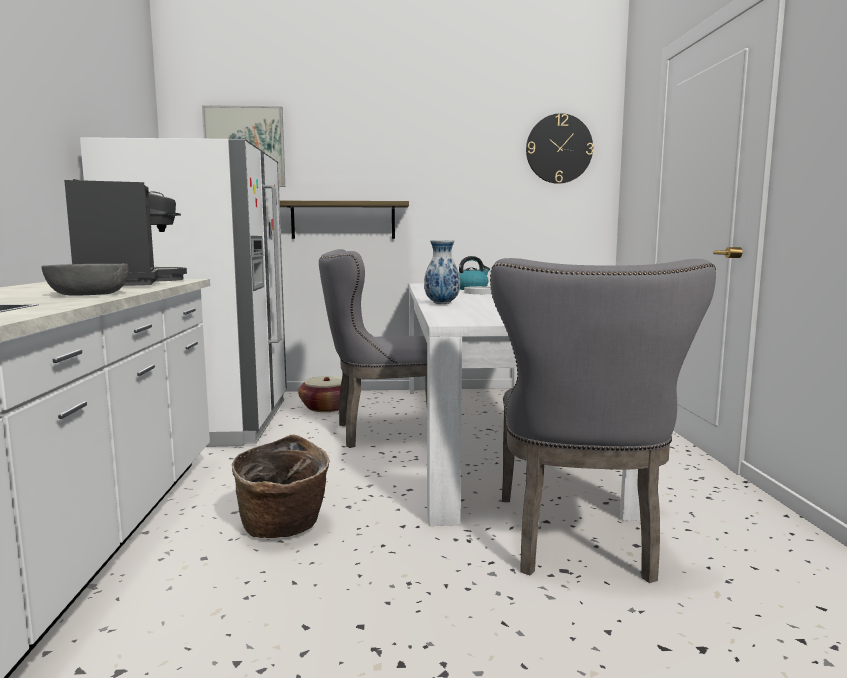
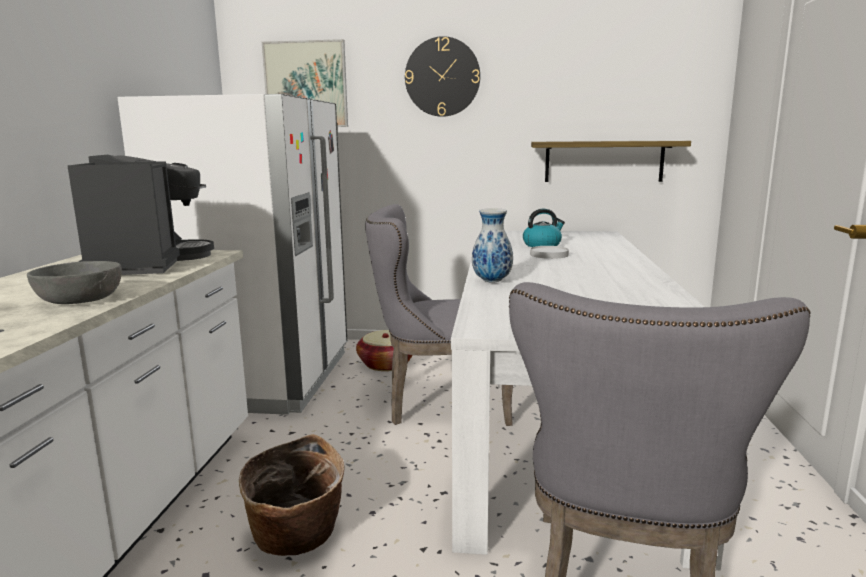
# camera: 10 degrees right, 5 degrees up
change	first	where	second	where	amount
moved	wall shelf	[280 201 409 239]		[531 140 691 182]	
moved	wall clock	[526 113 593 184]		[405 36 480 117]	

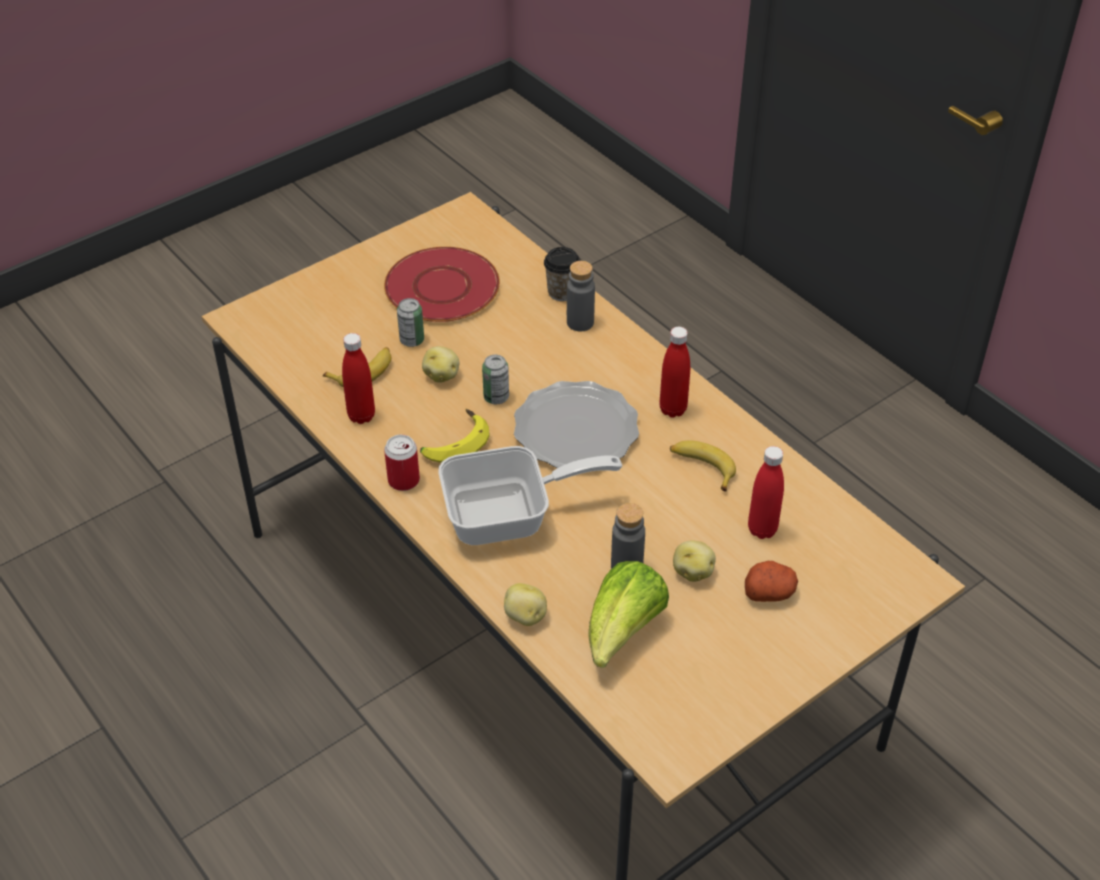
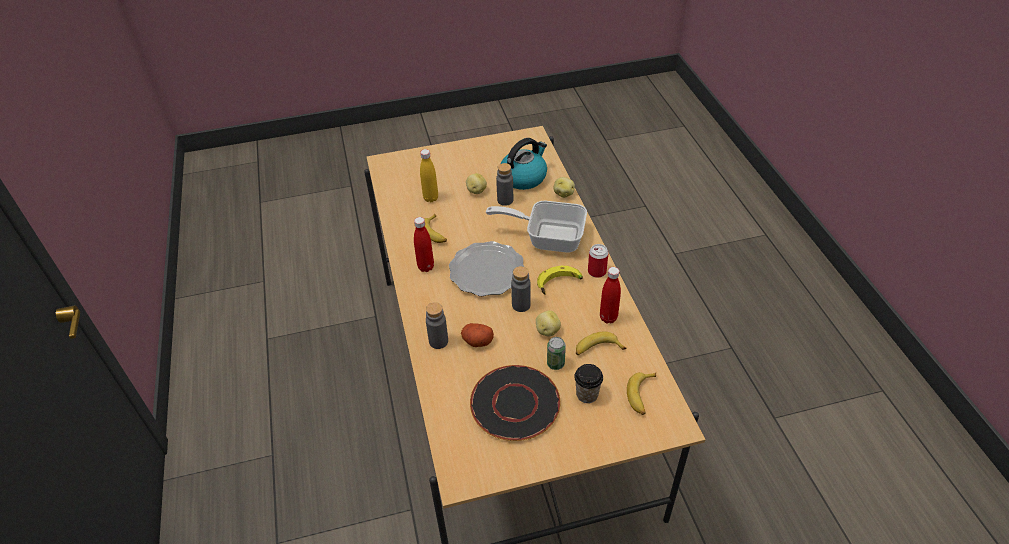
# camera: 155 degrees left, 0 degrees up
change	first	where	second	where	amount
recoloured	reddish plate	[384 247 500 322]	black plate	[470 365 560 441]	
replaced	can	[482 355 509 404]	gray beverage bottle	[511 266 531 312]	
moved	small cup	[544 247 580 301]		[574 364 603 403]	
replaced	lettuce head	[589 561 669 668]	tea kettle	[501 138 547 190]	
moved	spud	[745 561 798 602]		[461 323 494 347]	
recoloured	reddish beverage bottle	[748 446 784 539]	yellow beverage bottle	[420 149 438 202]	
added			banana fruit	[627 372 656 415]	

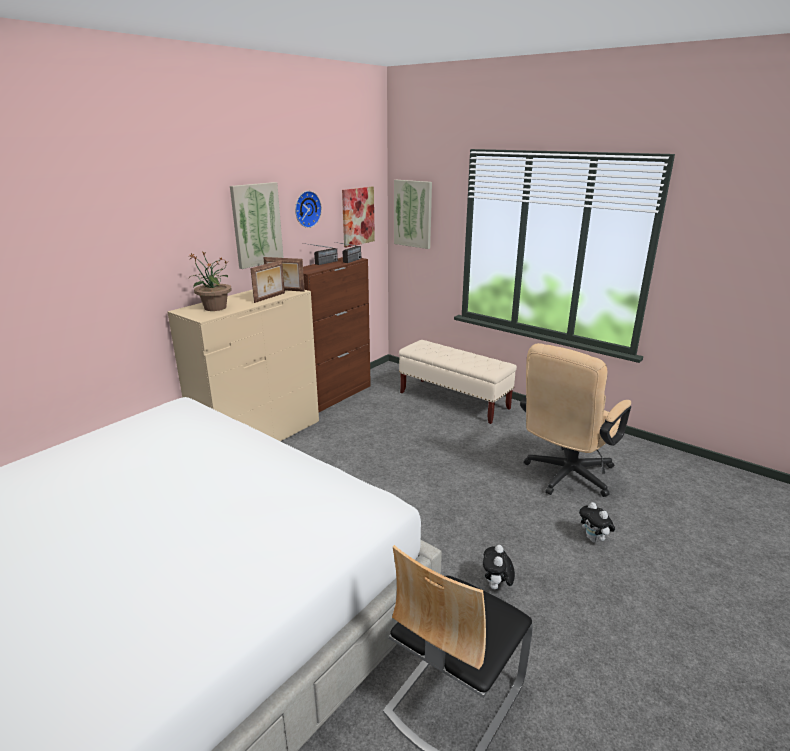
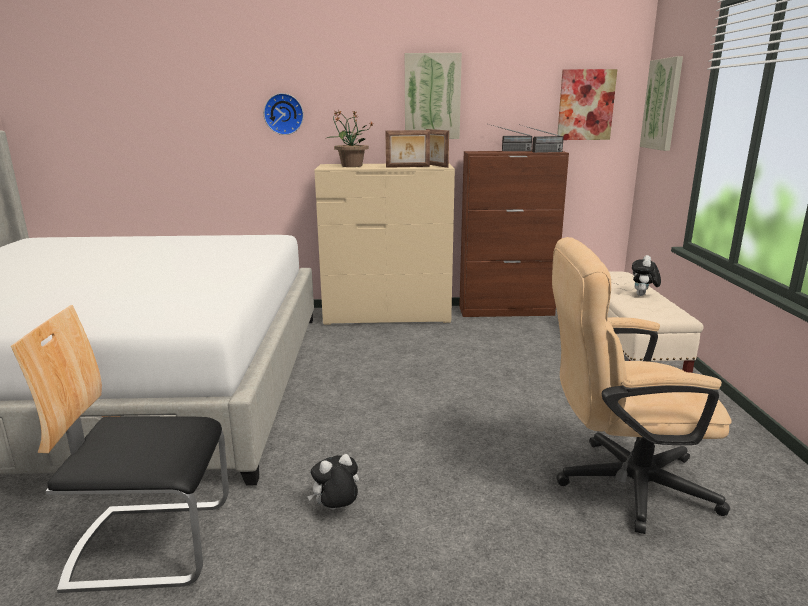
# camera: 50 degrees right, 5 degrees down
change	first	where	second	where	amount
moved	wall clock	[295 191 322 228]		[264 93 304 135]	
moved	cuddly toy	[579 502 615 542]		[632 255 661 296]	

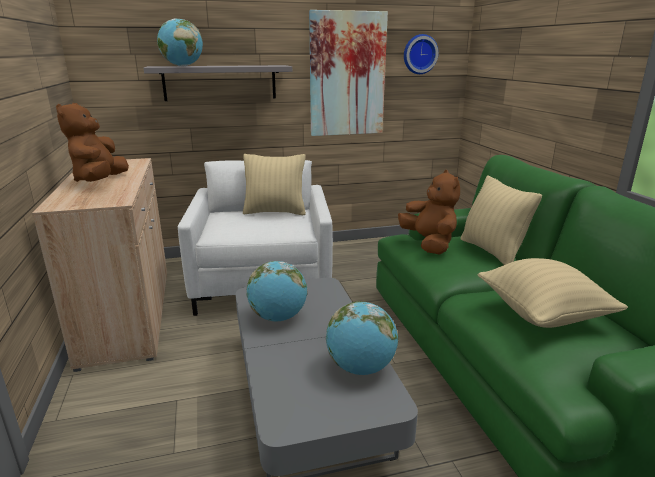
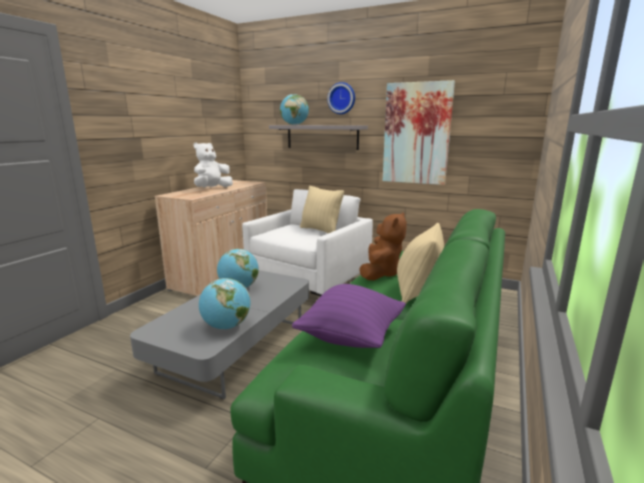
# camera: 40 degrees right, 5 degrees down
change	first	where	second	where	amount
recoloured	brownish cuddly toy	[56 103 129 182]	white cuddly toy	[193 143 233 188]	
moved	wall clock	[404 34 439 74]		[327 82 355 114]	
recoloured	sand-coloured pillow	[478 258 628 328]	purplish pillow	[292 284 406 348]	

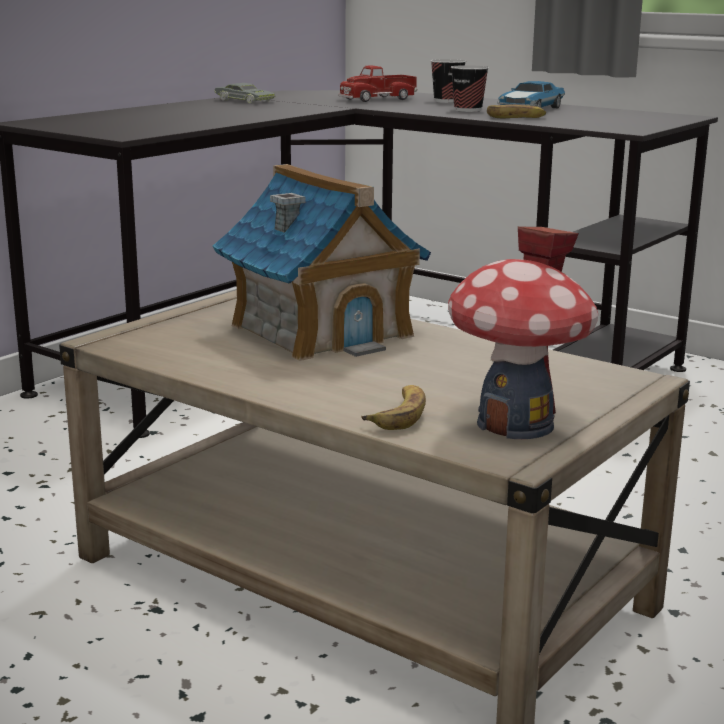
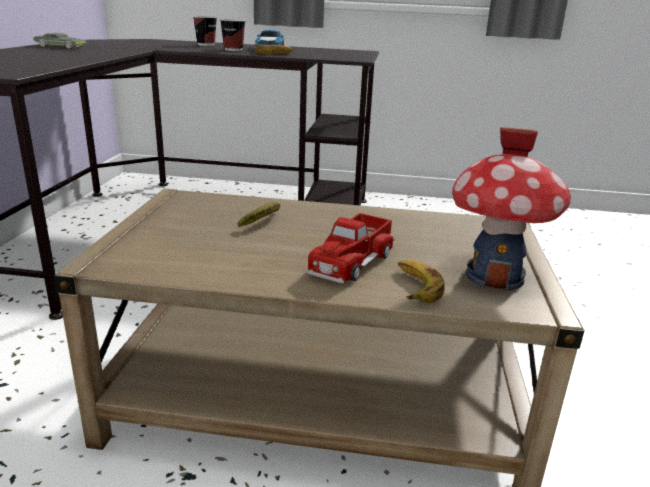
# camera: 30 degrees left, 5 degrees up
change	first	where	second	where	amount
replaced	toy house	[212 164 431 361]	banana fruit	[238 202 280 227]	
moved	toy lorry	[338 65 417 102]		[306 213 395 283]	

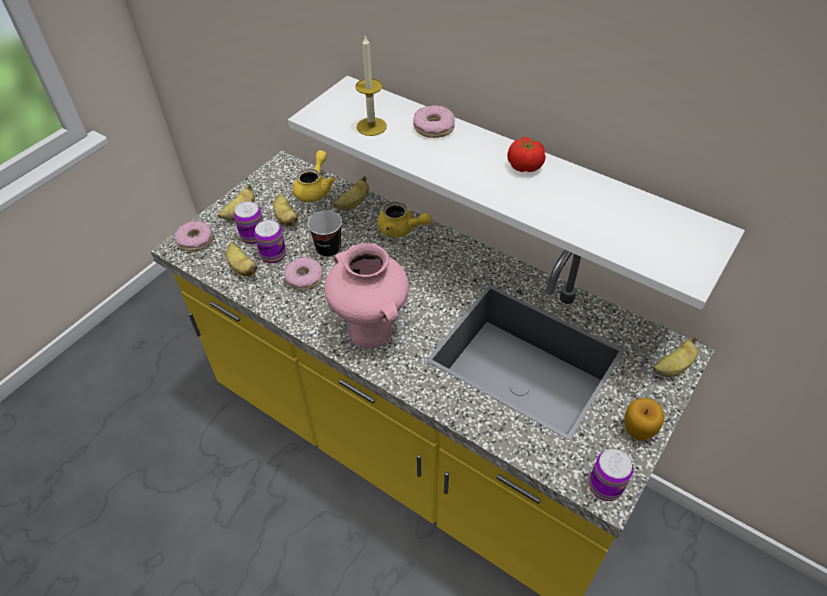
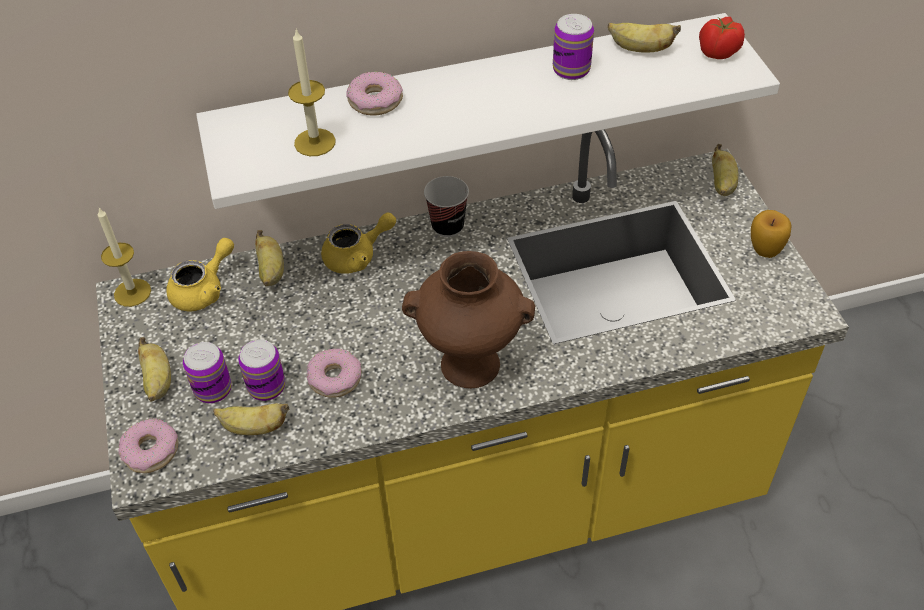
# camera: 50 degrees left, 0 degrees up
change	first	where	second	where	amount
moved	banana fruit	[273 193 298 227]		[608 22 681 53]	
turned	yellow tea pot	[292 150 335 202]		[166 238 234 311]	75 degrees clockwise
moved	small cup	[307 211 342 258]		[424 176 469 237]	
recoloured	pink vase	[324 243 409 348]	brownish vase	[402 251 535 389]	
moved	fresh tomato	[507 137 546 172]		[699 17 745 59]	
moved	can	[589 449 633 501]		[553 14 594 80]	
added			candle	[98 208 151 307]	

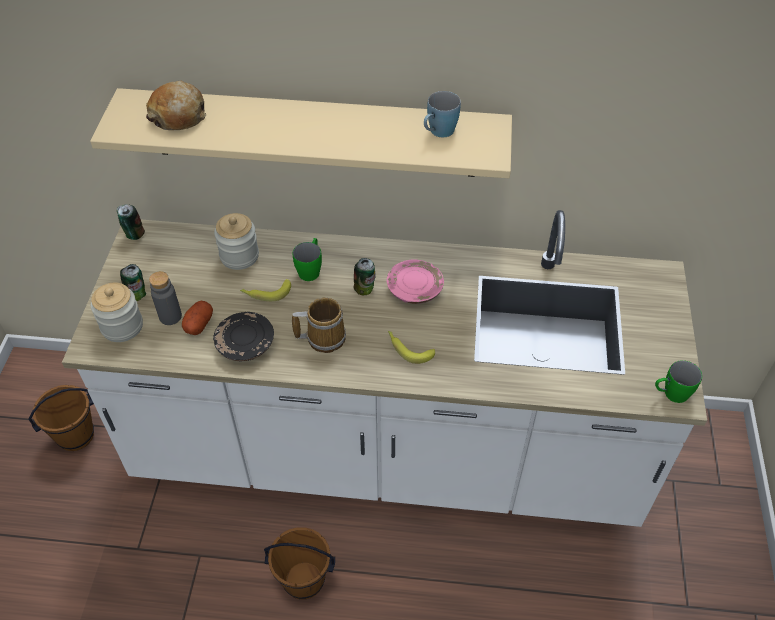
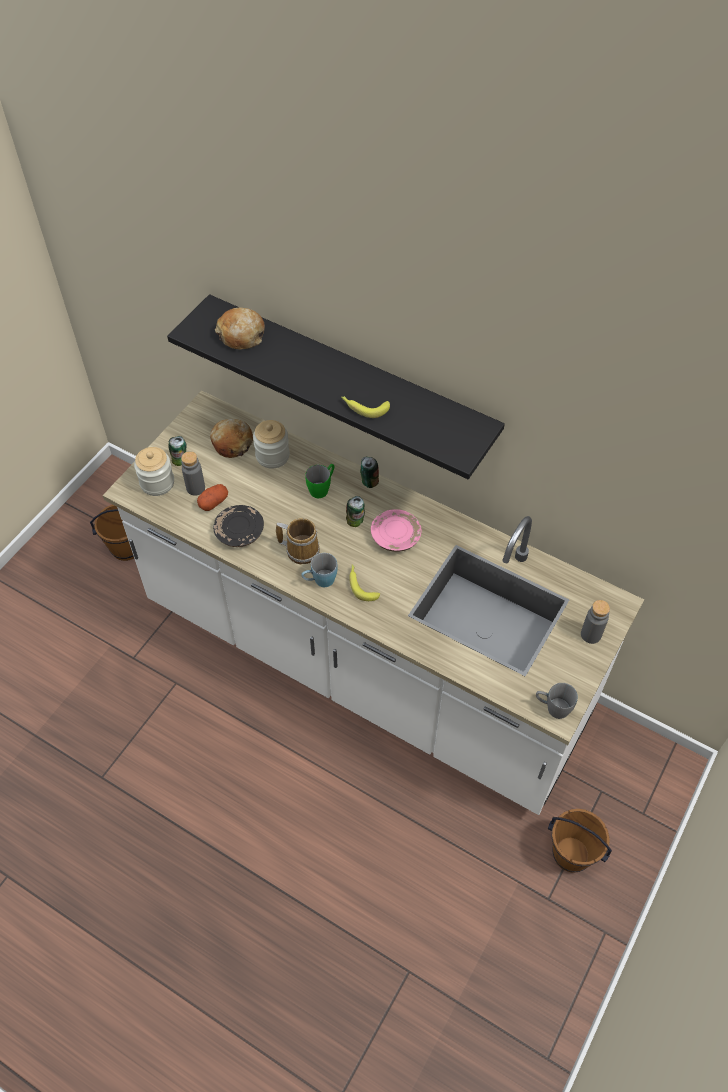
# camera: 25 degrees right, 5 degrees up
change	first	where	second	where	amount
recoloured	sand-coloured wall shelf	[90 88 512 178]	black wall shelf	[167 294 505 479]	
moved	can	[116 204 145 240]		[360 457 379 488]	
moved	banana fruit	[240 279 291 301]		[341 396 390 418]	
moved	brownish water bucket	[264 527 335 600]		[548 809 612 873]	
moved	blue-coloured coffee mug	[424 91 461 137]		[301 553 338 587]	
recoloured	green-coloured coffee mug	[655 360 702 403]	gray coffee mug	[536 683 578 719]	
added			bakery bread	[210 419 253 458]	
added			gray beverage bottle	[581 600 610 644]	

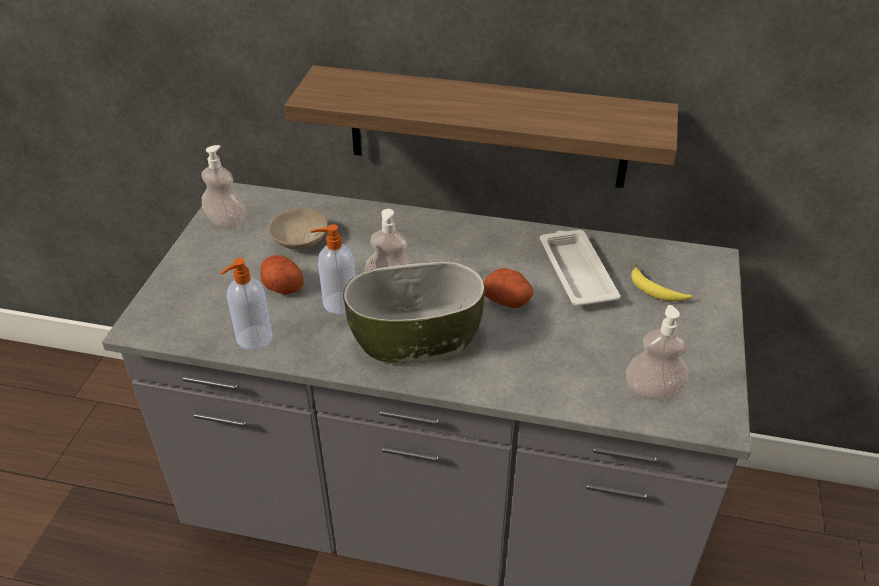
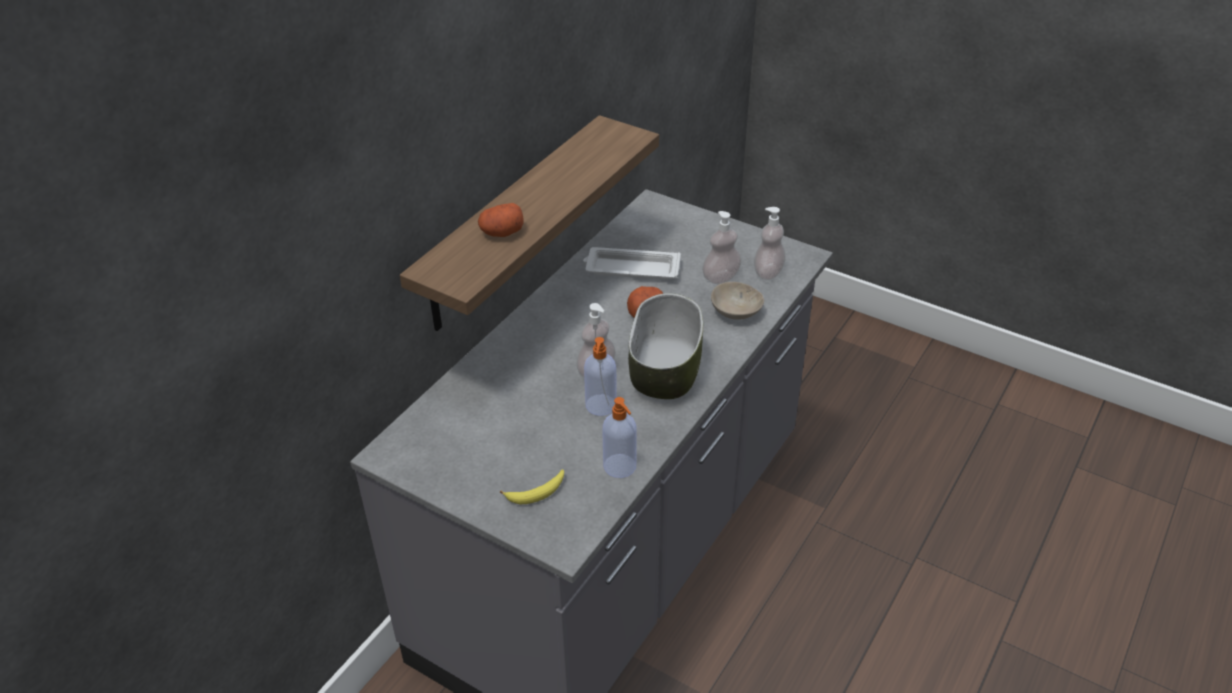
# camera: 70 degrees left, 0 degrees up
change	first	where	second	where	amount
moved	liquid soap bottle	[201 145 245 229]		[702 211 742 284]	
moved	spud	[260 255 304 295]		[478 203 524 237]	
moved	sand-coloured deep dish	[269 208 328 249]		[711 282 764 320]	
moved	banana fruit	[631 264 693 301]		[500 469 564 504]	

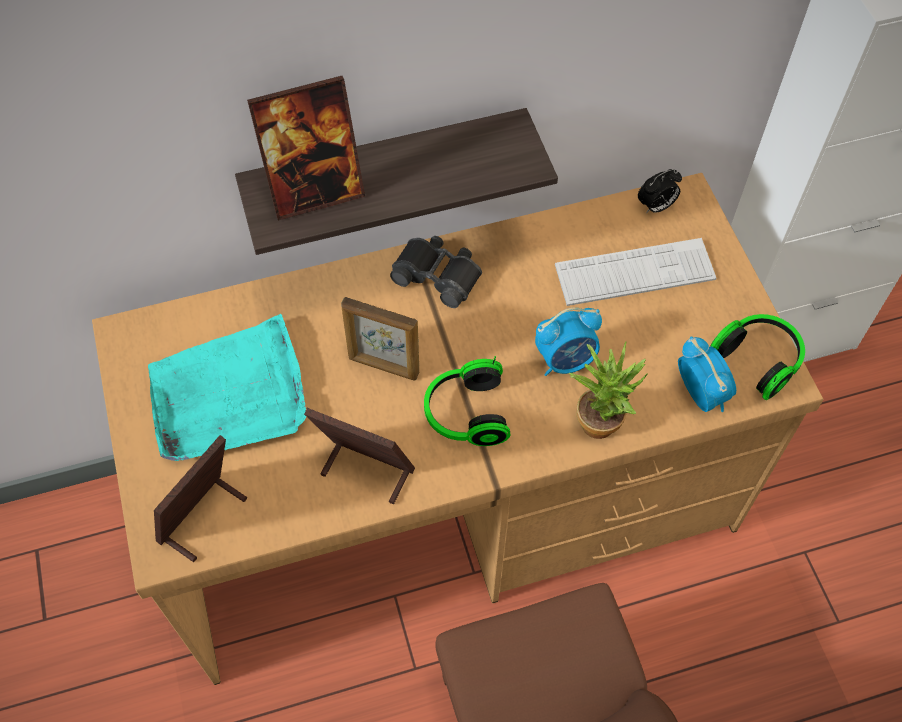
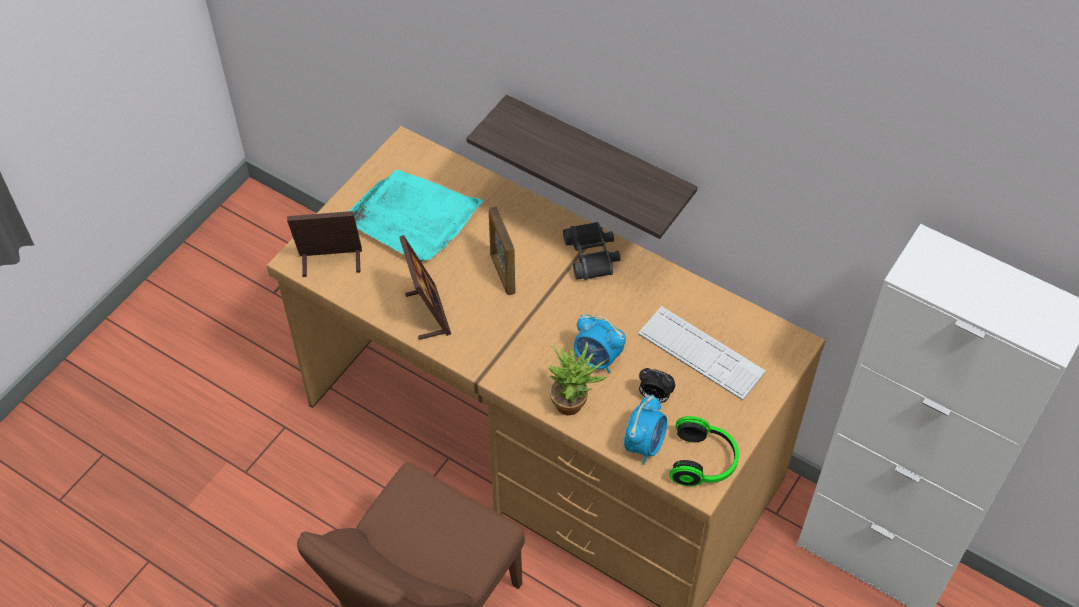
# camera: 50 degrees right, 5 degrees down
change	first	where	second	where	amount
removed	photo frame	[247 76 365 221]			
removed	headset	[424 356 511 446]			
moved	alarm clock	[638 169 682 213]		[639 368 676 403]	

